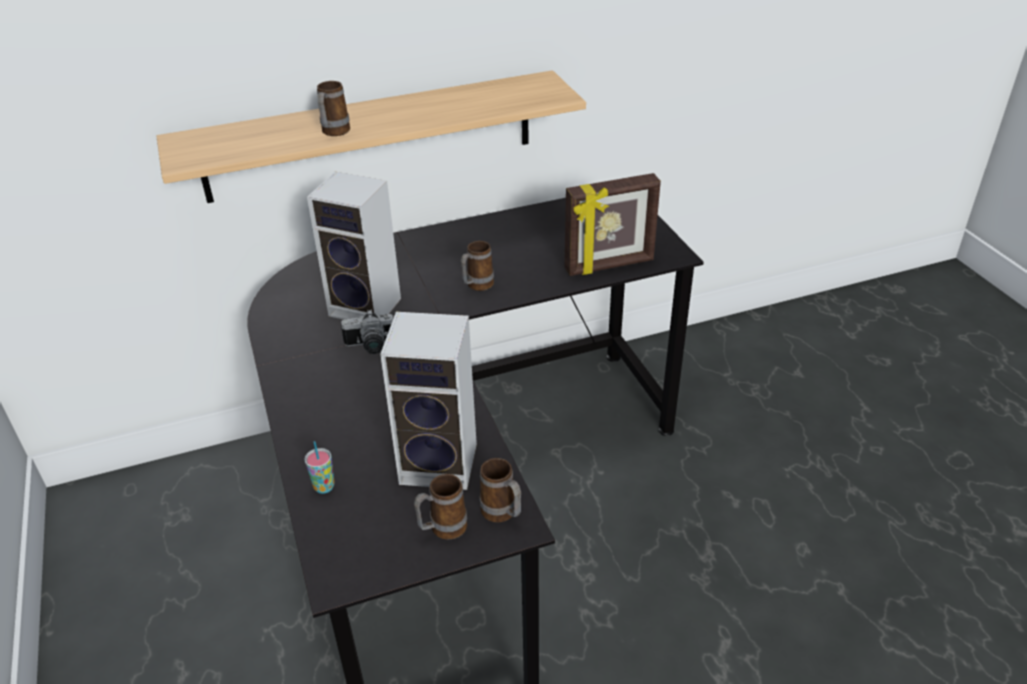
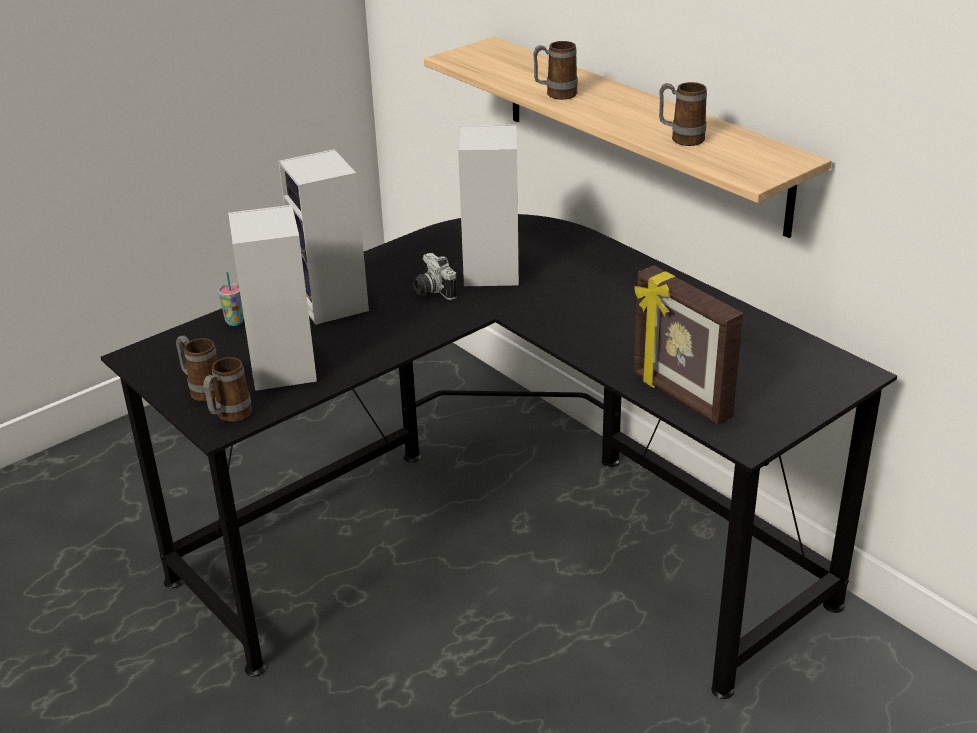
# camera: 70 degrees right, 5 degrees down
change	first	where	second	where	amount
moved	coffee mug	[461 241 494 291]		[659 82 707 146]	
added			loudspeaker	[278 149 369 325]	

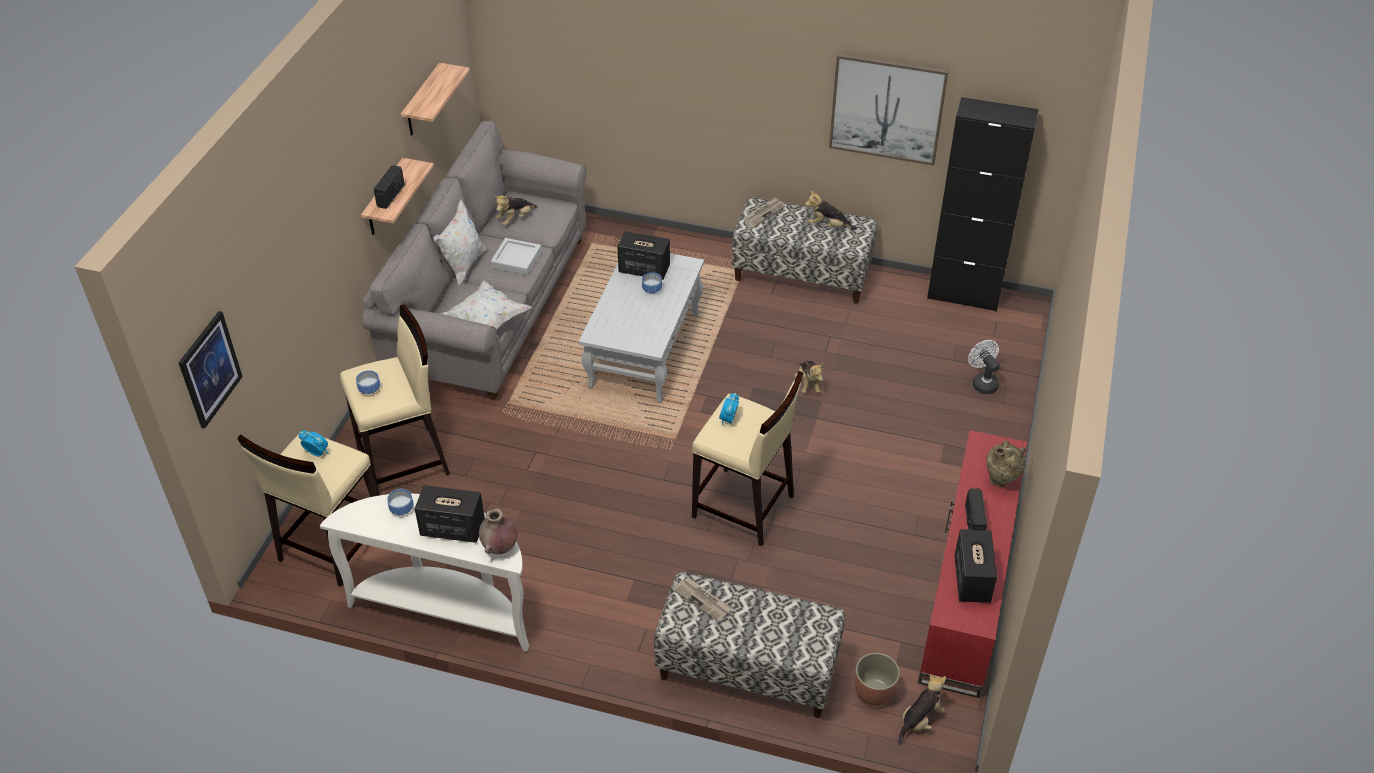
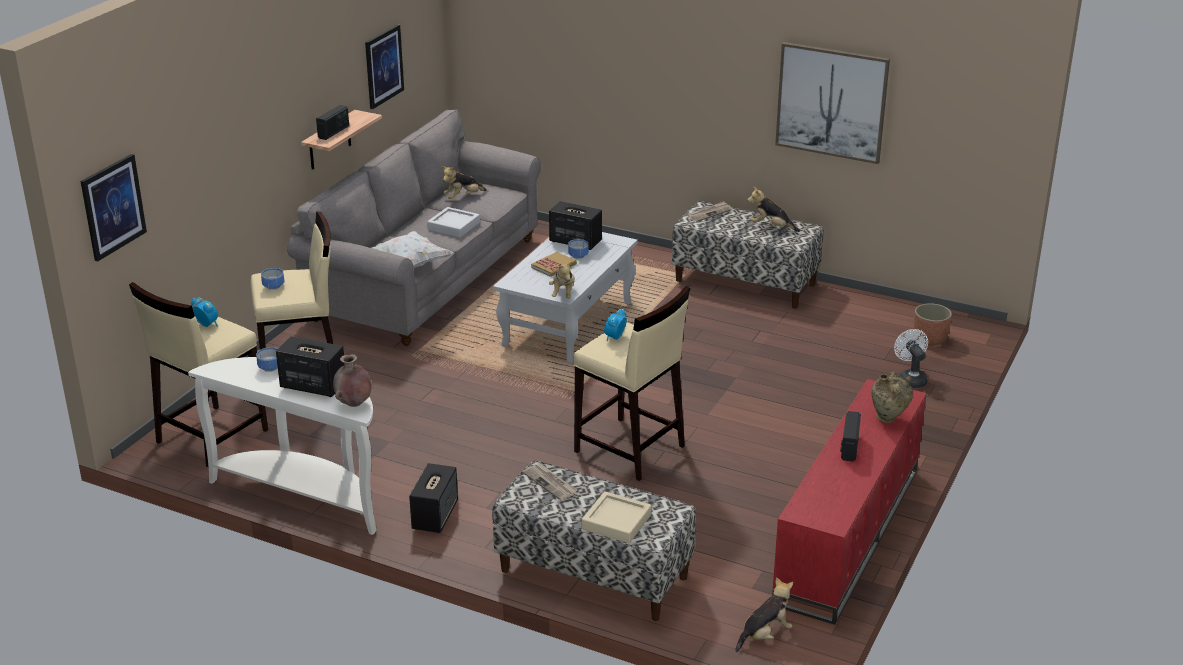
# camera: 10 degrees right, 15 degrees down
change	first	where	second	where	amount
replaced	wall shelf	[401 63 470 136]	wall art	[365 24 404 109]	
removed	white pillow	[434 199 487 287]			
moved	cuddly toy	[794 360 823 393]		[549 261 575 298]	
moved	flower pot	[855 653 900 706]		[914 303 952 345]	
removed	black cabinet	[927 97 1039 312]			
moved	loudspeaker	[955 529 997 603]		[409 463 458 533]	
added			book	[531 252 577 277]	
added			sand-coloured serving tray	[582 491 652 543]	

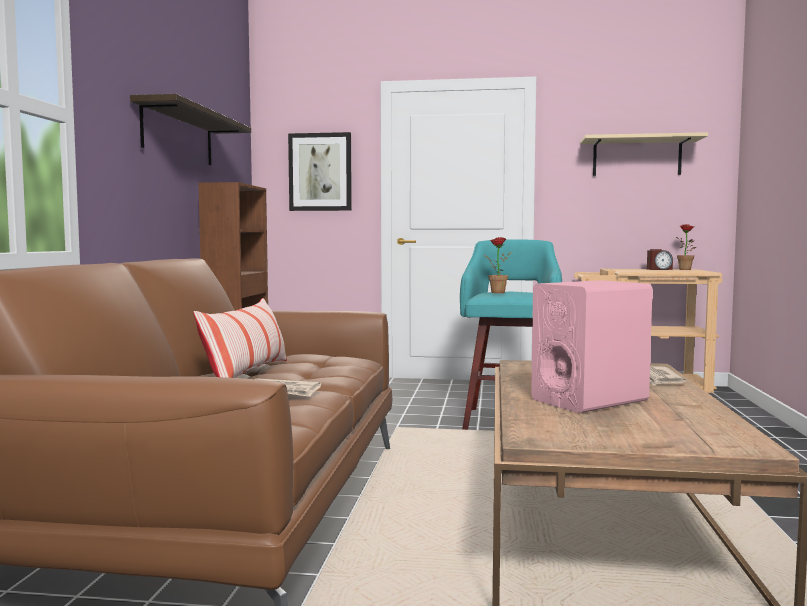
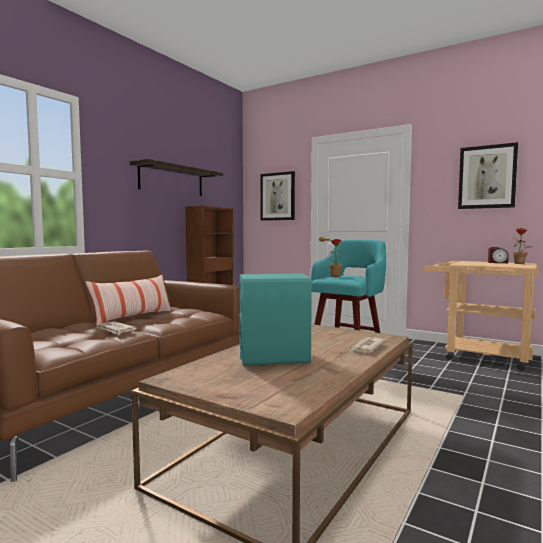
# camera: 25 degrees right, 0 degrees up
change	first	where	second	where	amount
recoloured	pink loudspeaker	[531 280 653 413]	turquoise-coloured loudspeaker	[239 273 312 366]	
replaced	sand-coloured wall shelf	[580 132 708 176]	wall art	[458 142 518 209]	

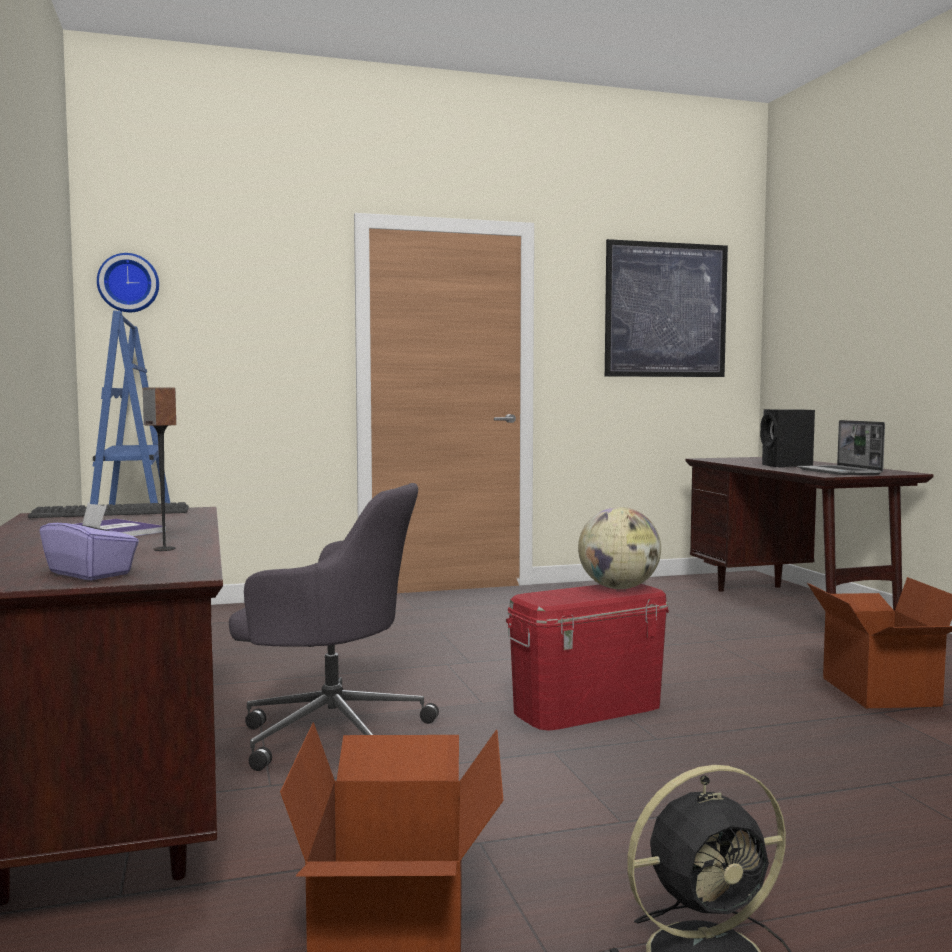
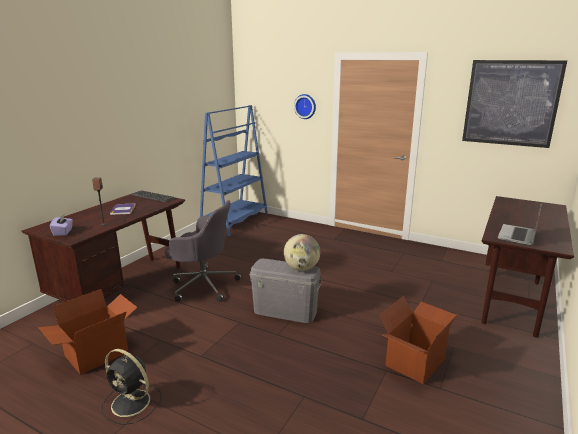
# camera: 45 degrees right, 15 degrees up
change	first	where	second	where	amount
moved	wall clock	[97 253 159 312]		[294 94 316 119]	
turned	gray office chair	[229 483 439 771]		[165 200 242 302]	45 degrees counterclockwise
recoloured	reddish storage bin	[506 584 669 731]	gray storage bin	[249 259 322 323]	
removed	black loudspeaker	[760 409 815 467]			

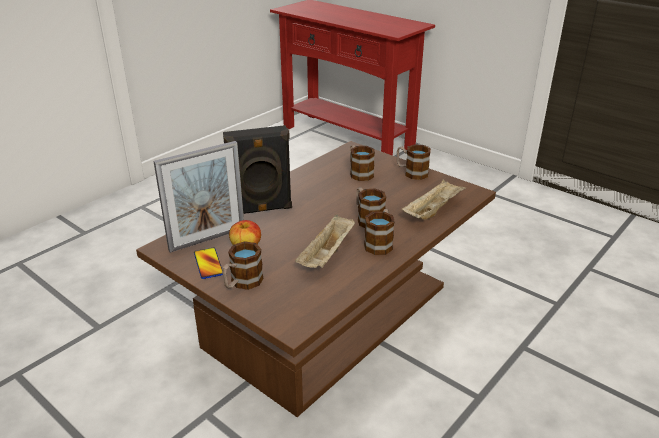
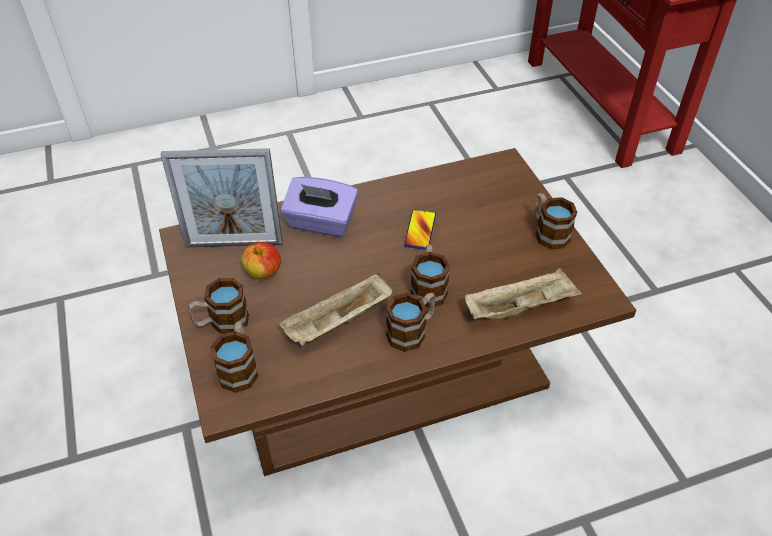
# camera: 30 degrees right, 15 degrees up
change	first	where	second	where	amount
moved	phone	[194 248 223 279]		[404 209 436 250]	
replaced	black loudspeaker	[223 125 292 214]	purplish box of tissues	[281 177 358 237]	
moved	coffee mug	[350 145 375 181]		[210 322 258 393]	

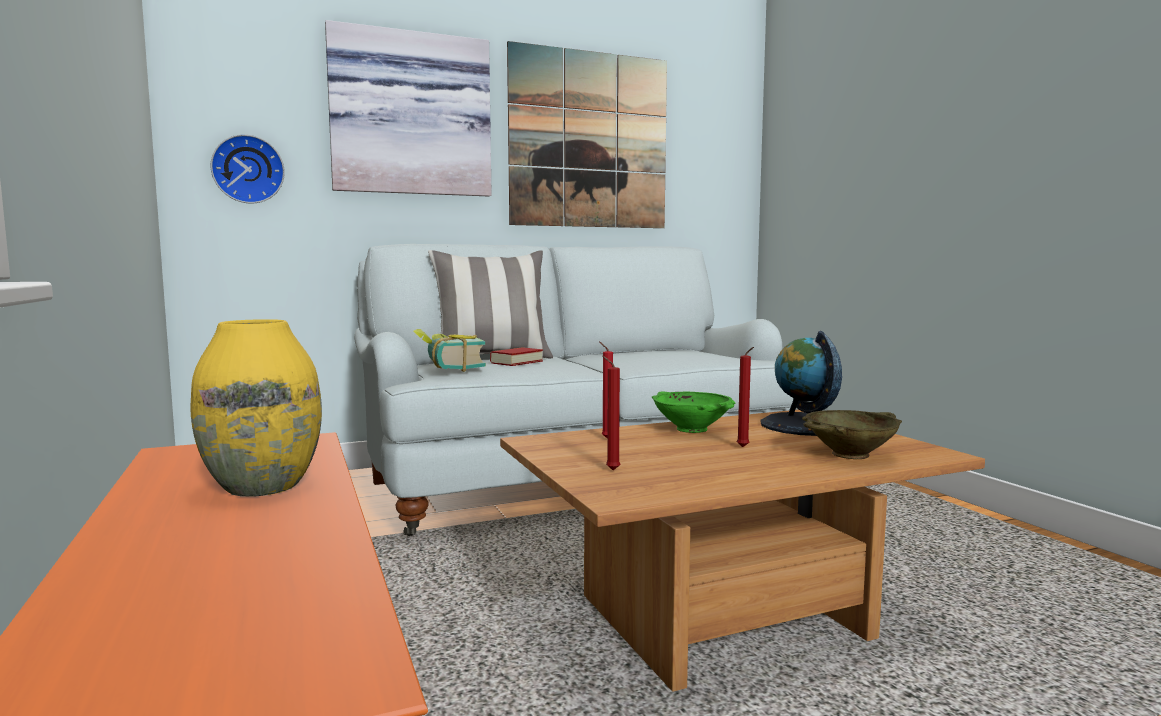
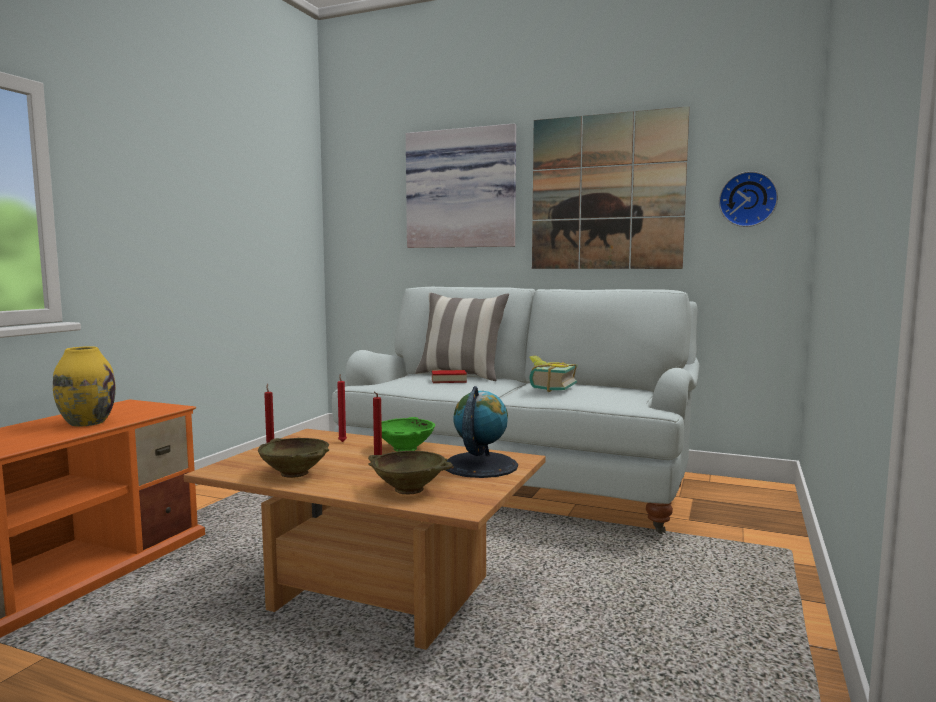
# camera: 45 degrees right, 0 degrees up
change	first	where	second	where	amount
moved	wall clock	[211 134 285 204]		[719 171 778 227]	
moved	book	[413 329 486 372]		[529 355 577 392]	
added			sand-coloured deep dish	[258 438 329 478]	

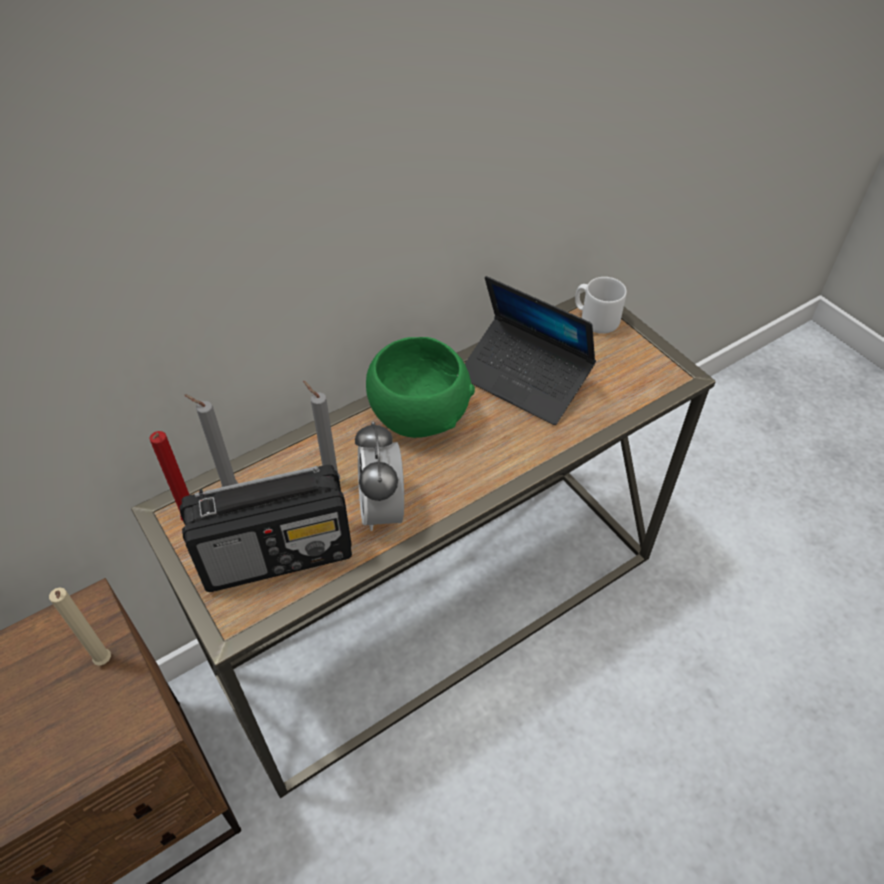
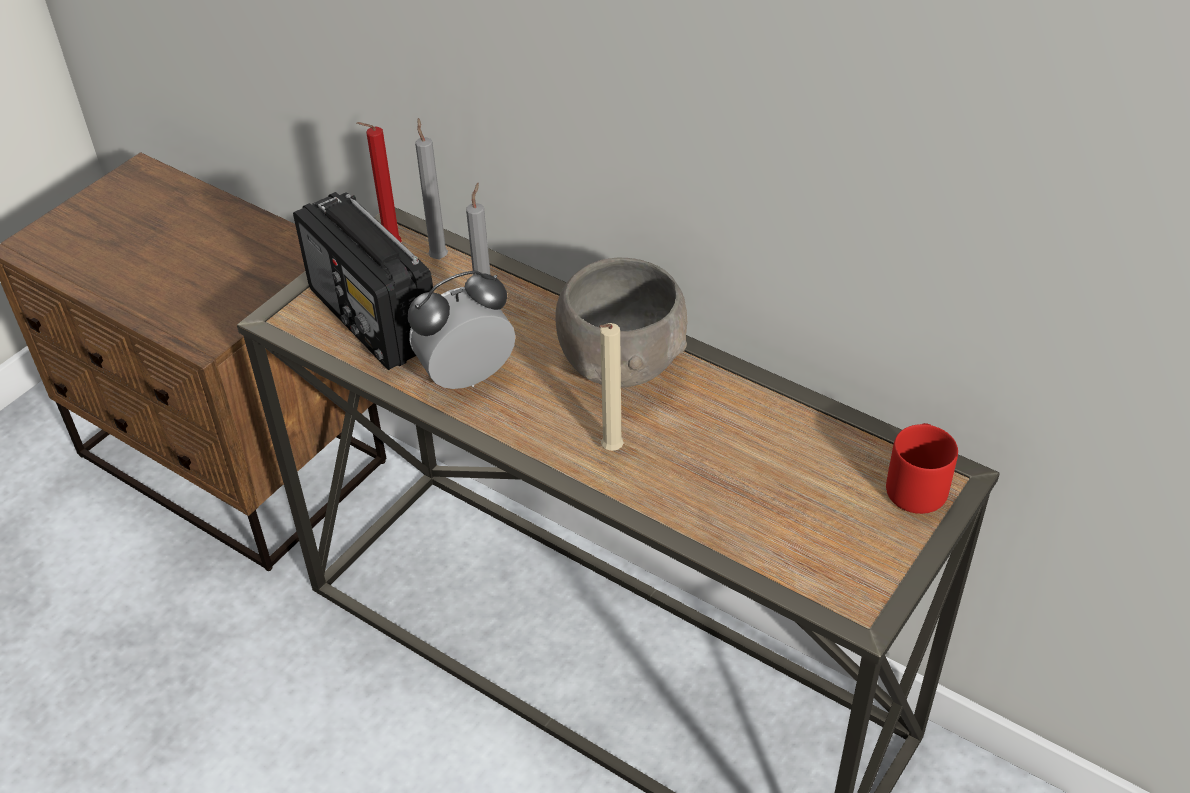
# camera: 70 degrees right, 5 degrees down
change	first	where	second	where	amount
moved	sand-coloured candle	[49 587 111 666]		[599 323 624 451]	
recoloured	green-coloured deep dish	[366 337 475 438]	gray deep dish	[555 258 687 387]	
removed	portable computer	[465 276 596 425]			
recoloured	white coffee mug	[575 277 627 334]	reddish coffee mug	[886 423 958 514]	

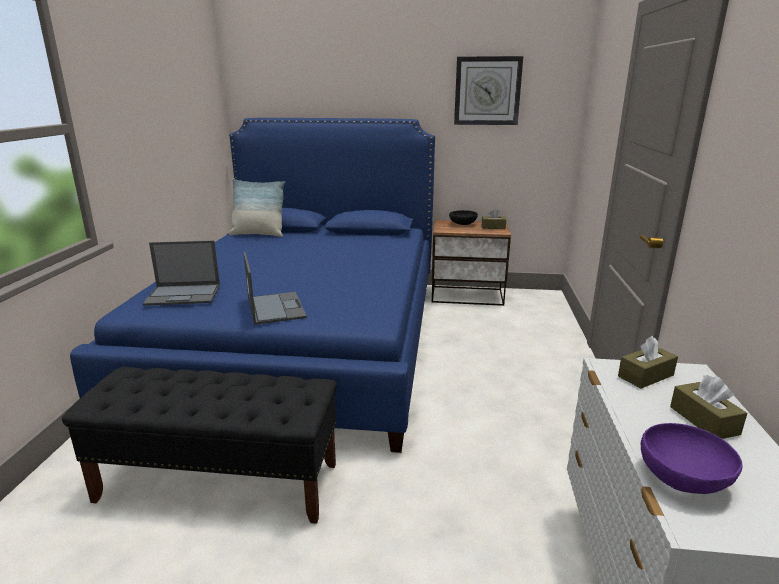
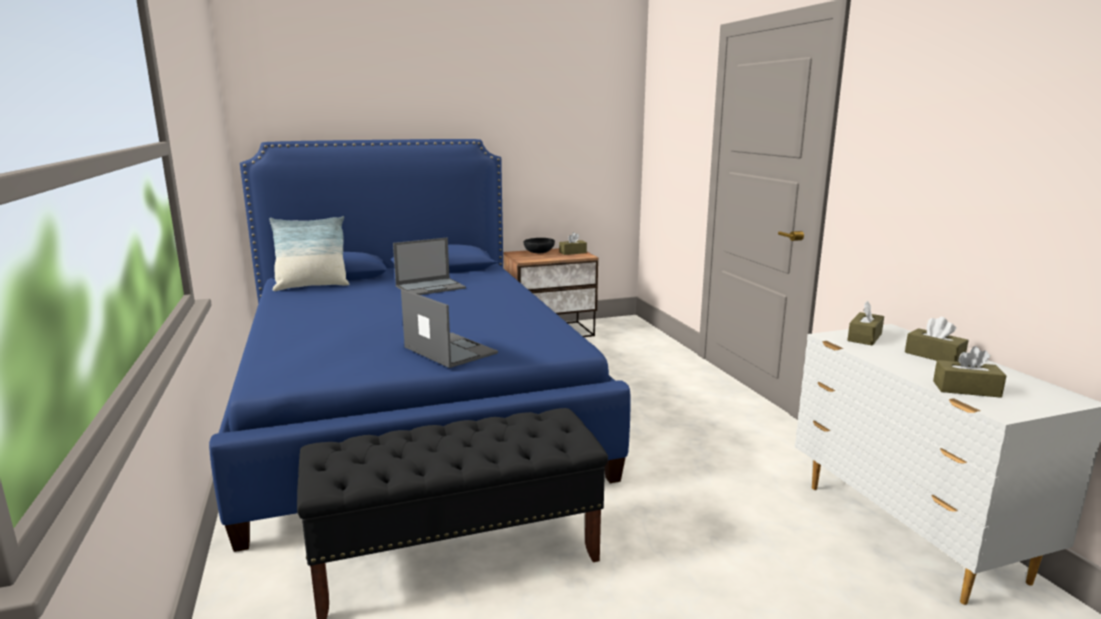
# camera: 25 degrees left, 5 degrees down
change	first	where	second	where	amount
moved	portable computer	[143 240 220 306]		[393 237 466 295]	
removed	wall clock	[454 56 523 125]			
replaced	purplish deep dish	[640 423 743 494]	brownish box of tissues	[933 346 1007 398]	

